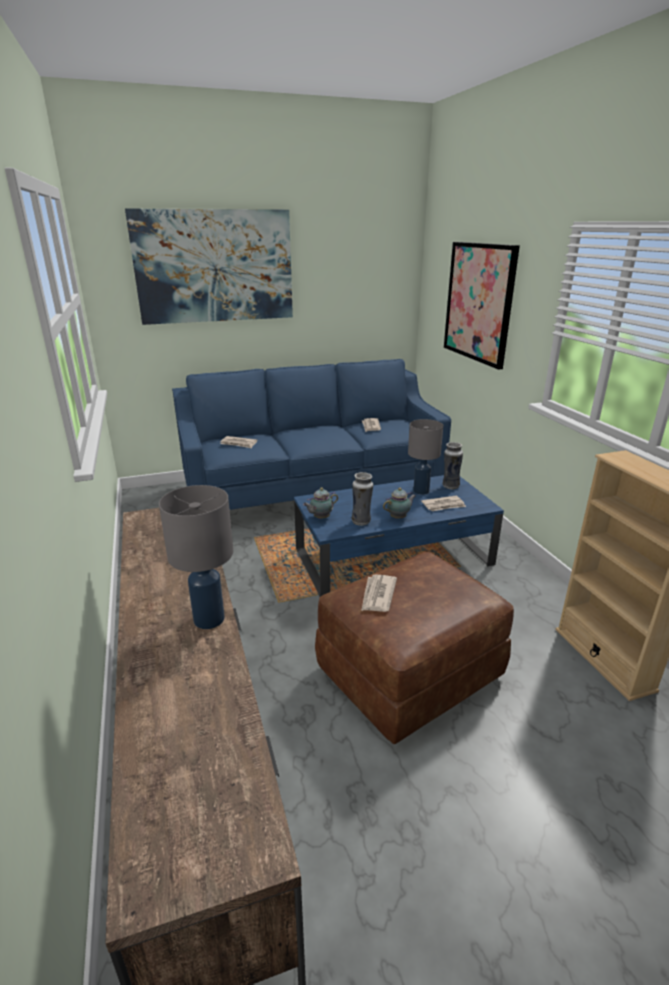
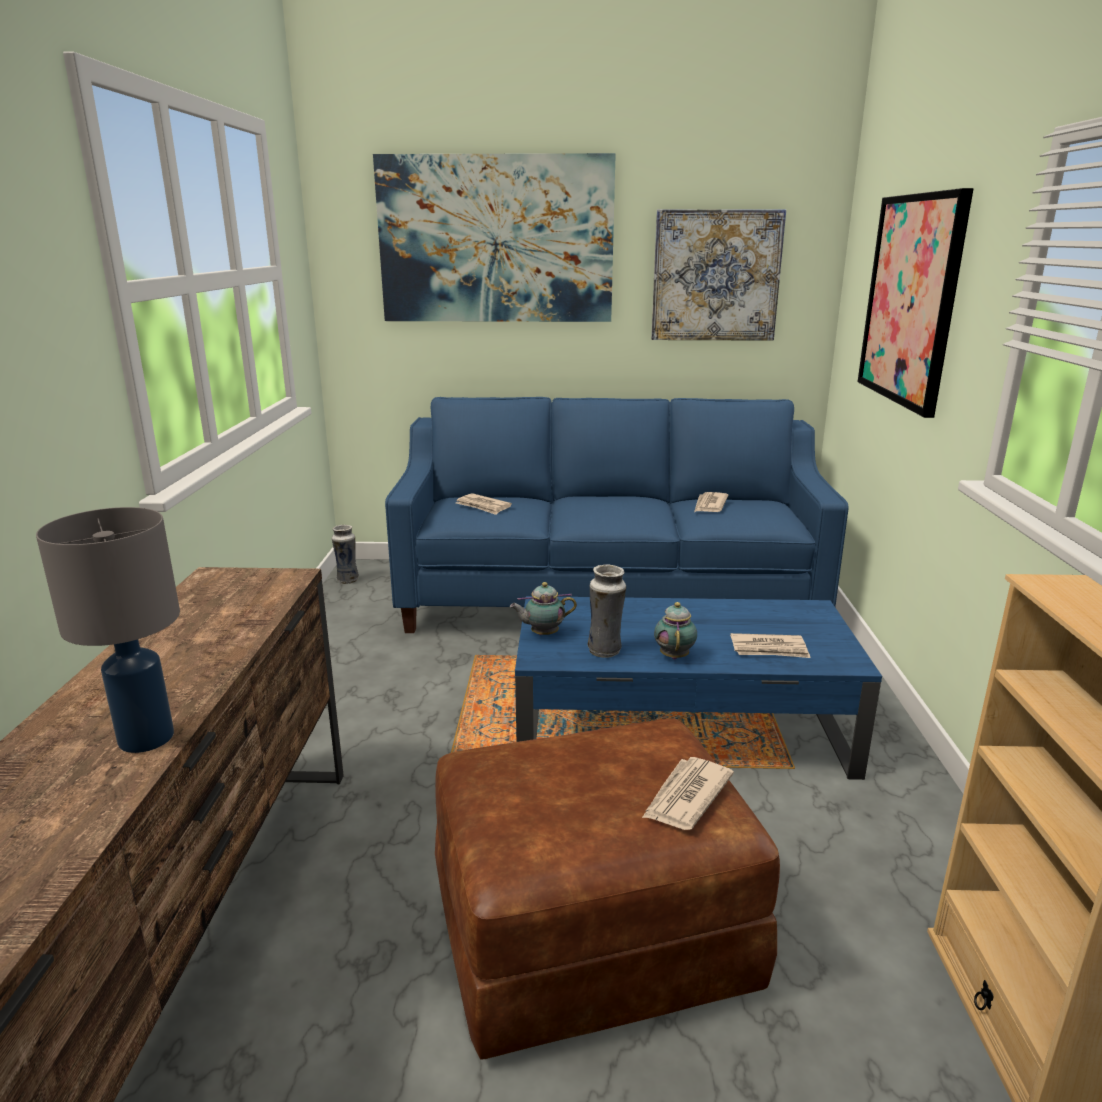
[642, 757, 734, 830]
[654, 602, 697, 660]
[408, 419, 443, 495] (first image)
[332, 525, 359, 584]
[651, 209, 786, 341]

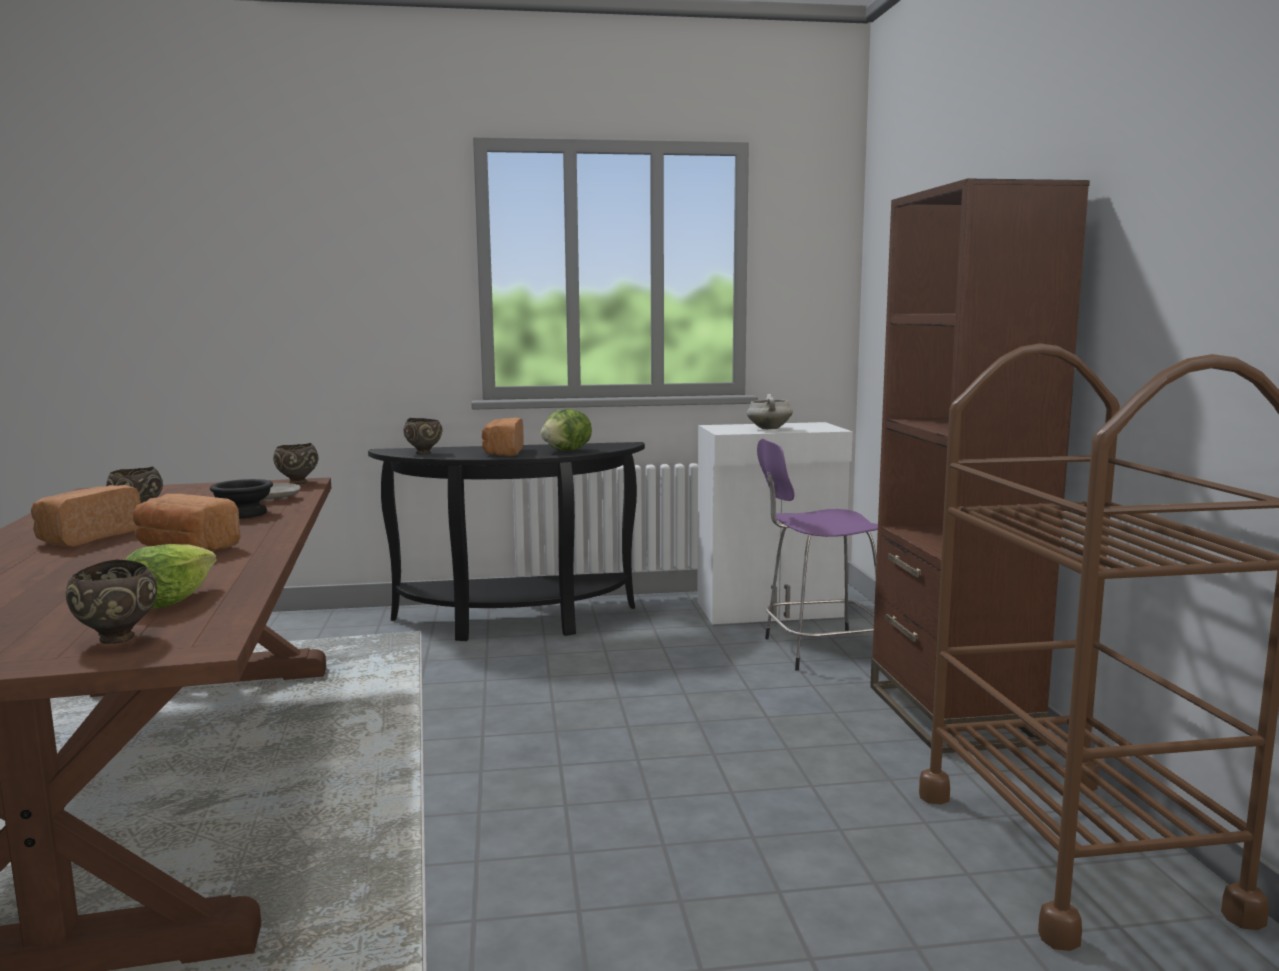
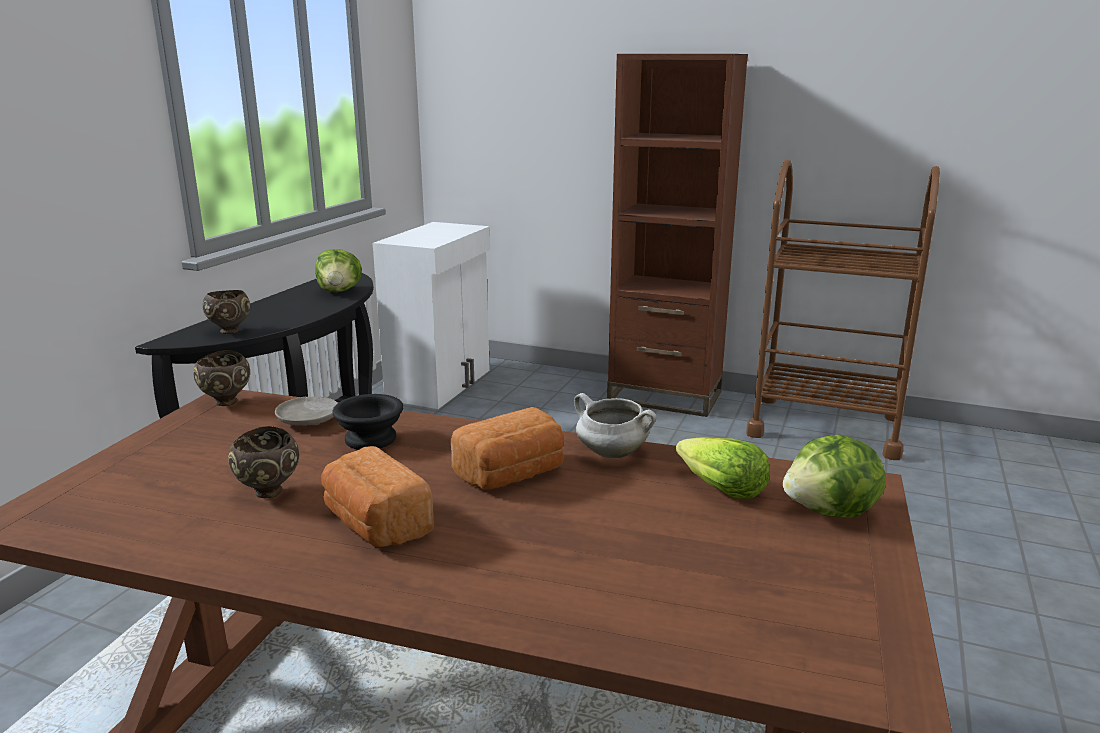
[783, 434, 886, 518]
[482, 417, 523, 456] (first image)
[574, 393, 657, 458]
[757, 439, 878, 671] (first image)

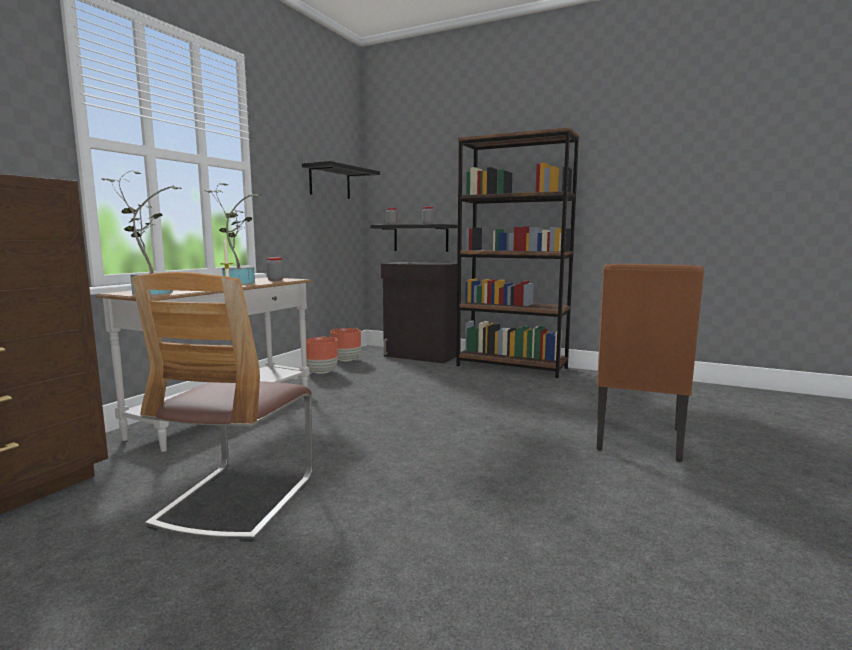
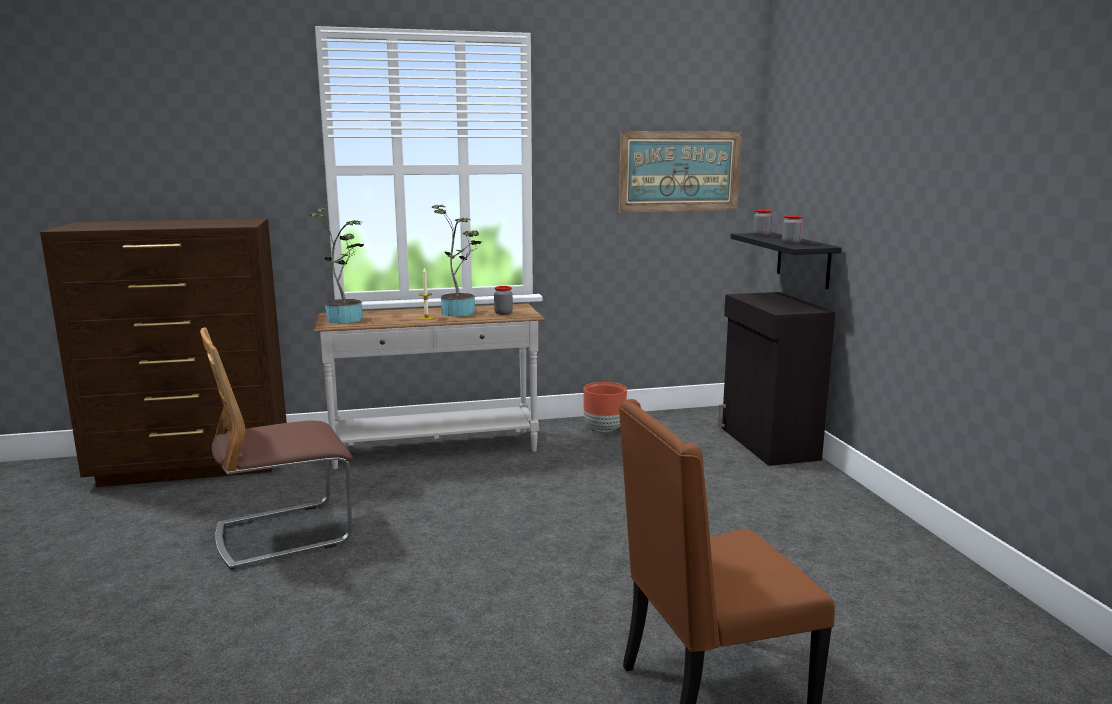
[619, 131, 742, 212]
[330, 328, 361, 361] (first image)
[456, 127, 580, 378] (first image)

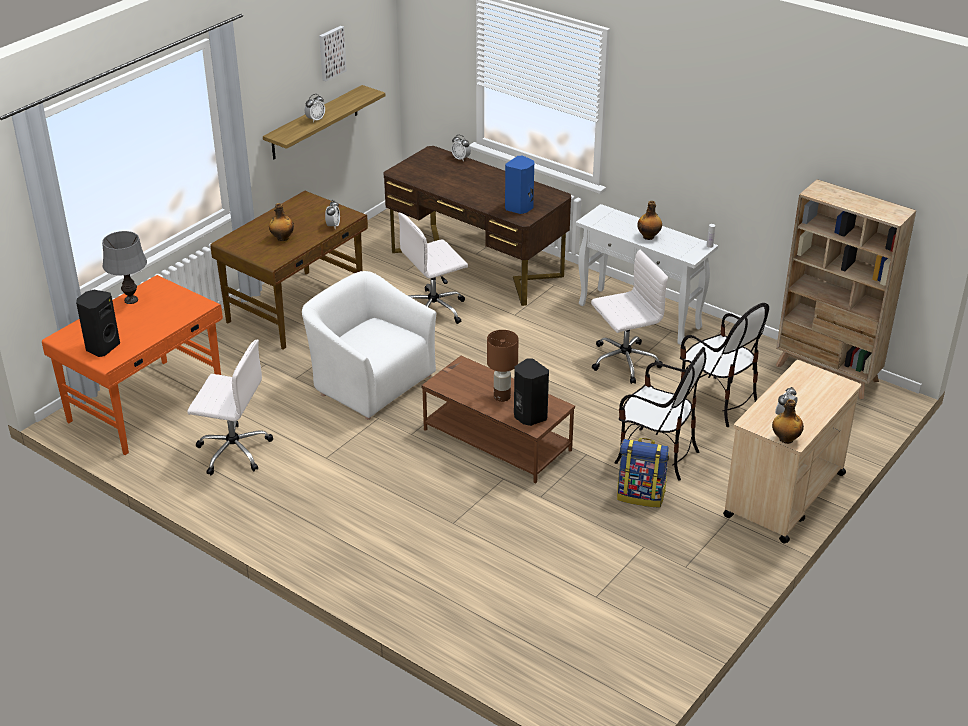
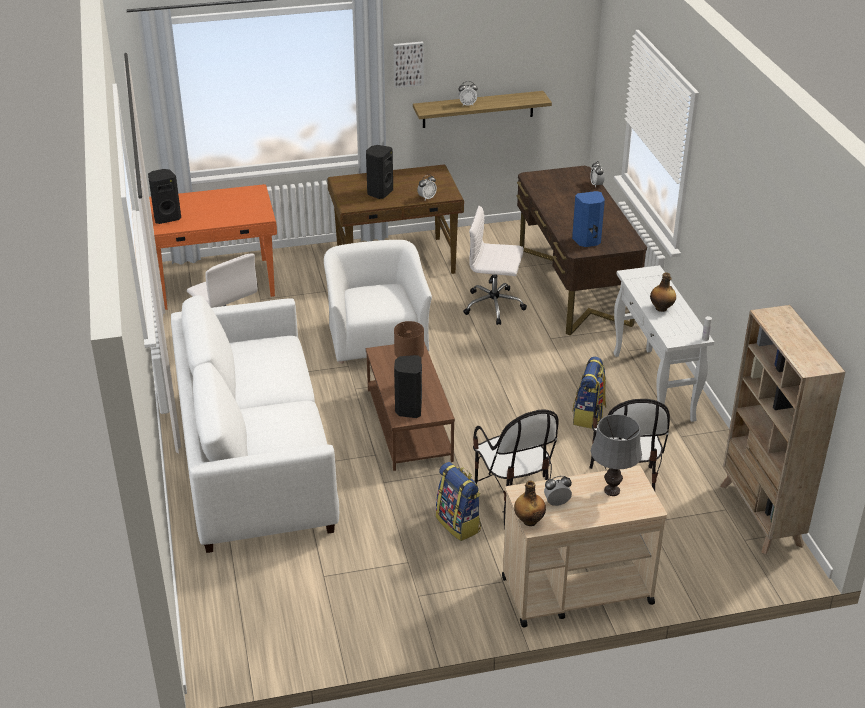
[591, 414, 642, 496]
[366, 145, 393, 199]
[393, 41, 424, 88]
[572, 356, 606, 428]
[171, 295, 339, 553]

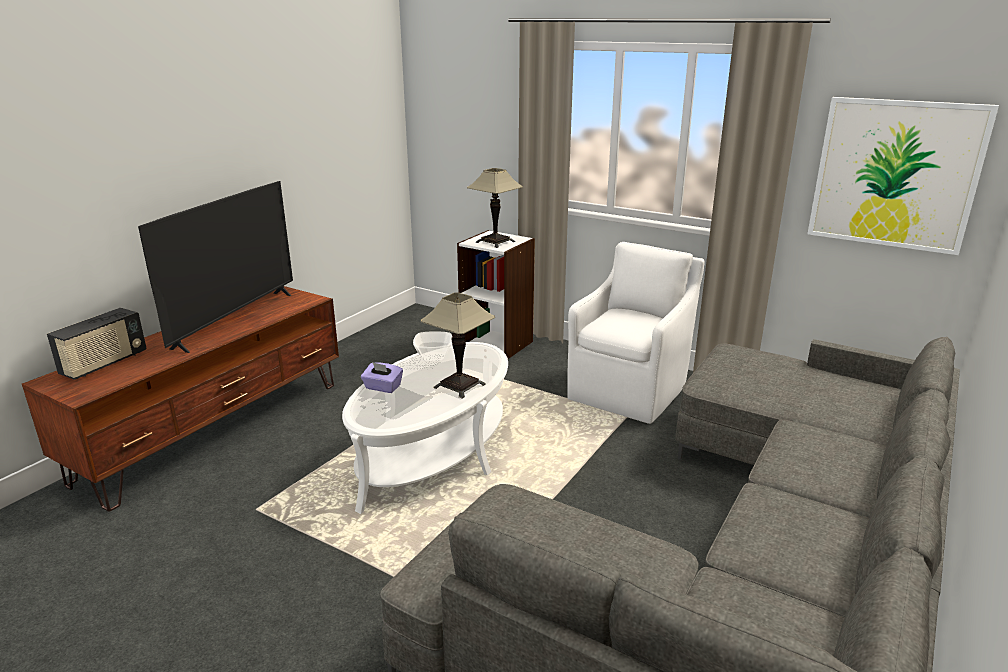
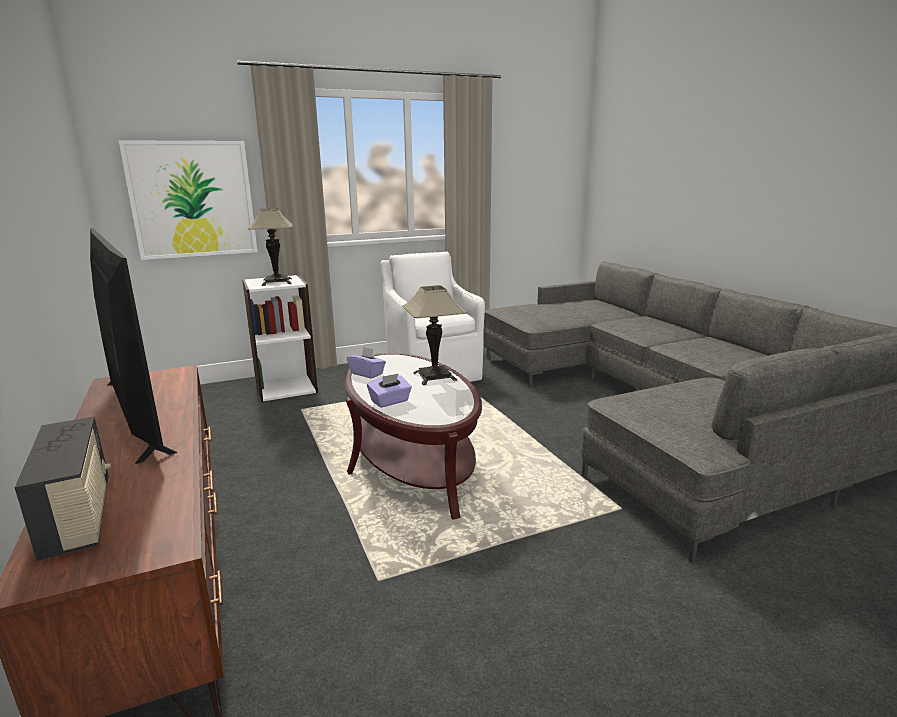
[344, 353, 482, 520]
[347, 346, 386, 379]
[119, 140, 258, 260]

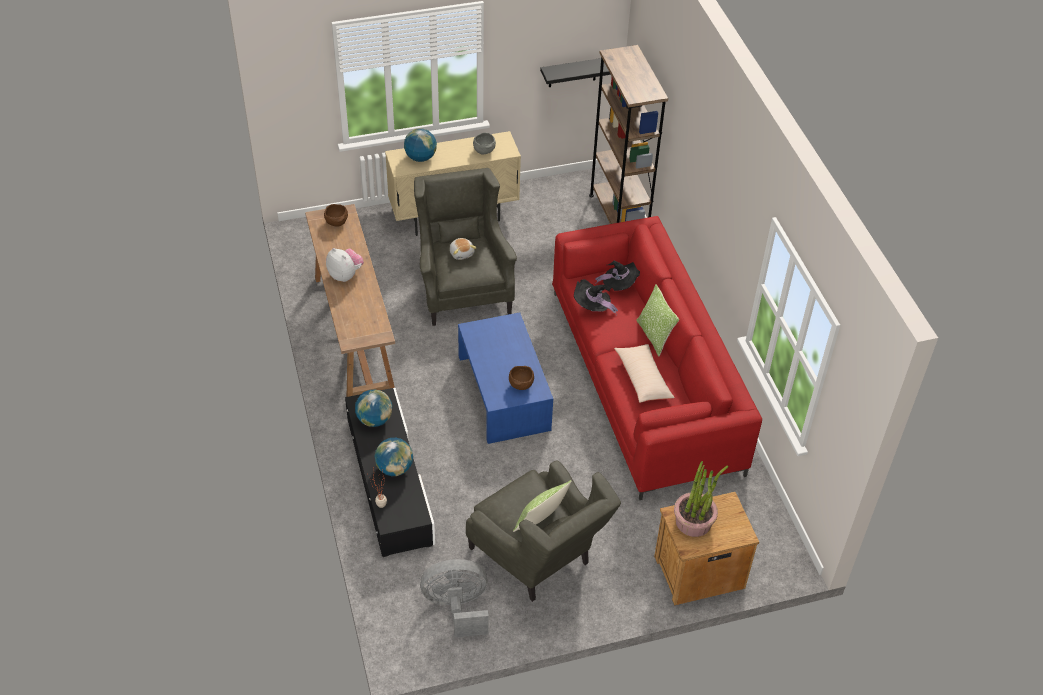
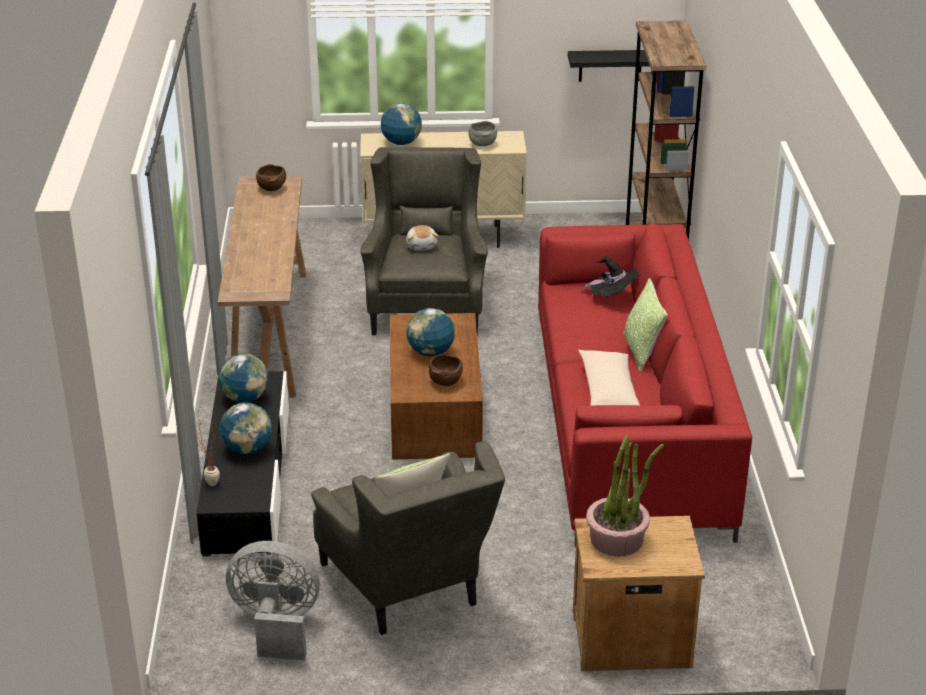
[326, 248, 364, 282] (first image)
[390, 313, 483, 459]
[574, 279, 618, 316] (first image)
[407, 308, 455, 356]

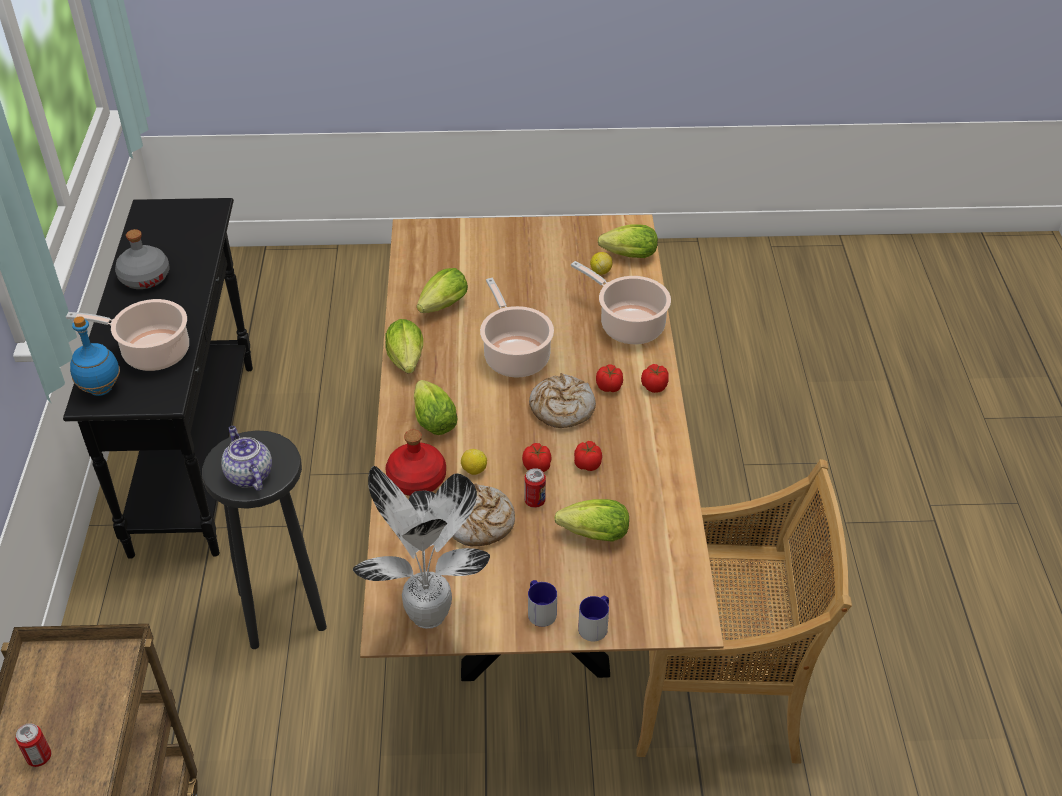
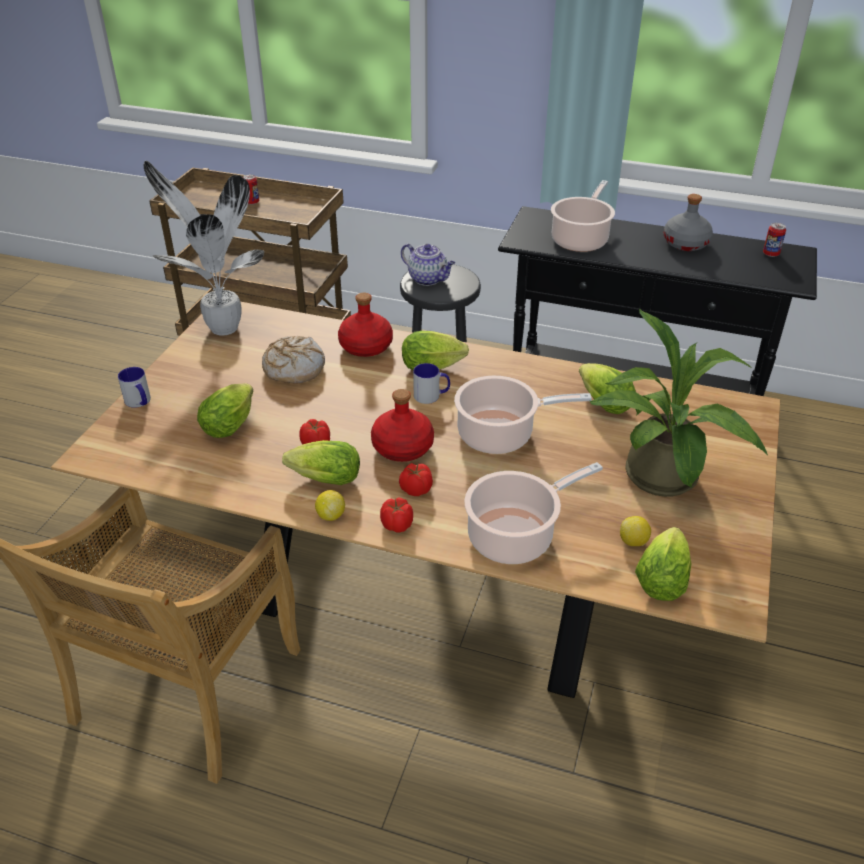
[70, 316, 120, 396] (first image)
[401, 244, 455, 286]
[282, 440, 360, 485]
[315, 490, 345, 521]
[522, 443, 552, 472] (first image)
[763, 223, 786, 257]
[413, 363, 450, 404]
[371, 389, 434, 462]
[590, 308, 768, 497]

